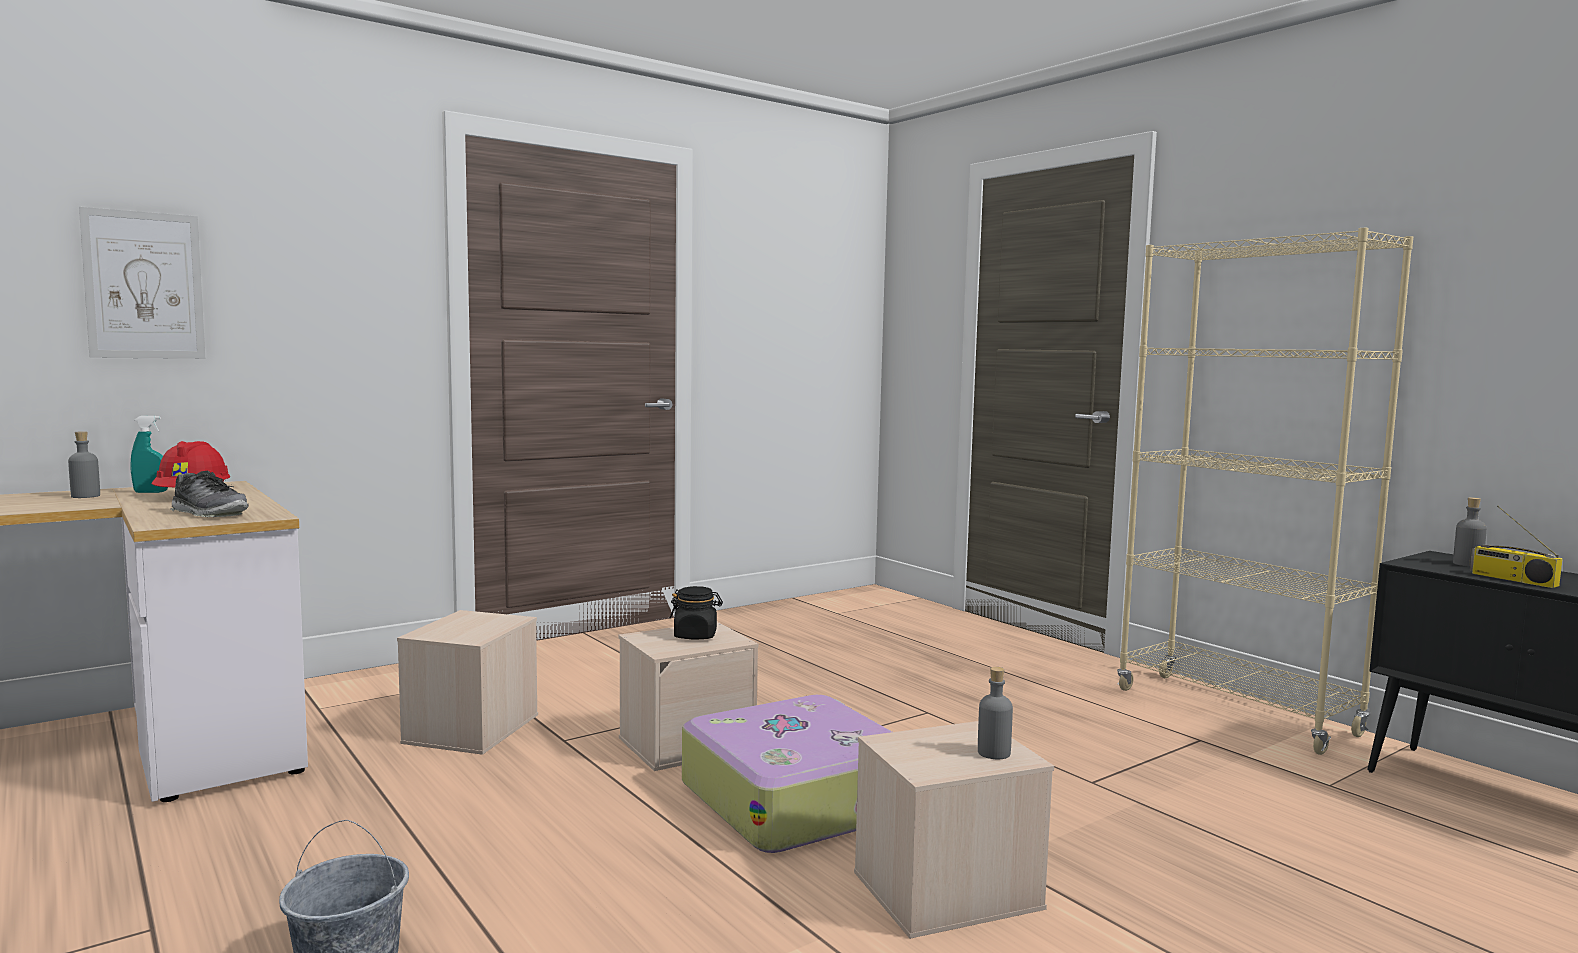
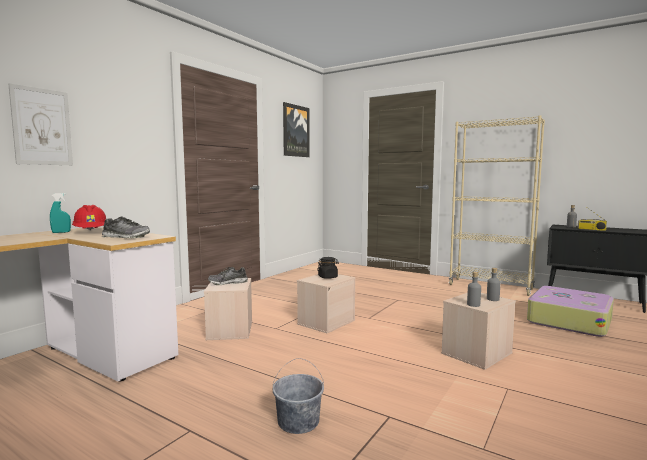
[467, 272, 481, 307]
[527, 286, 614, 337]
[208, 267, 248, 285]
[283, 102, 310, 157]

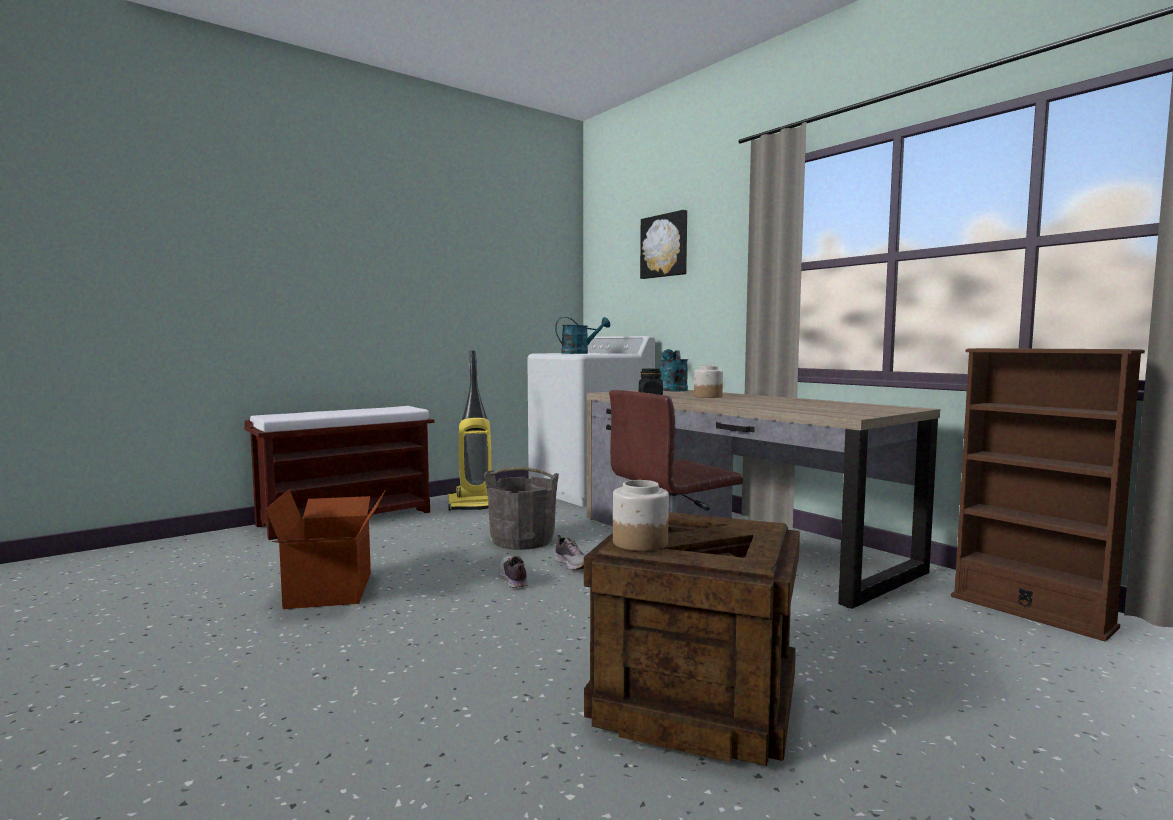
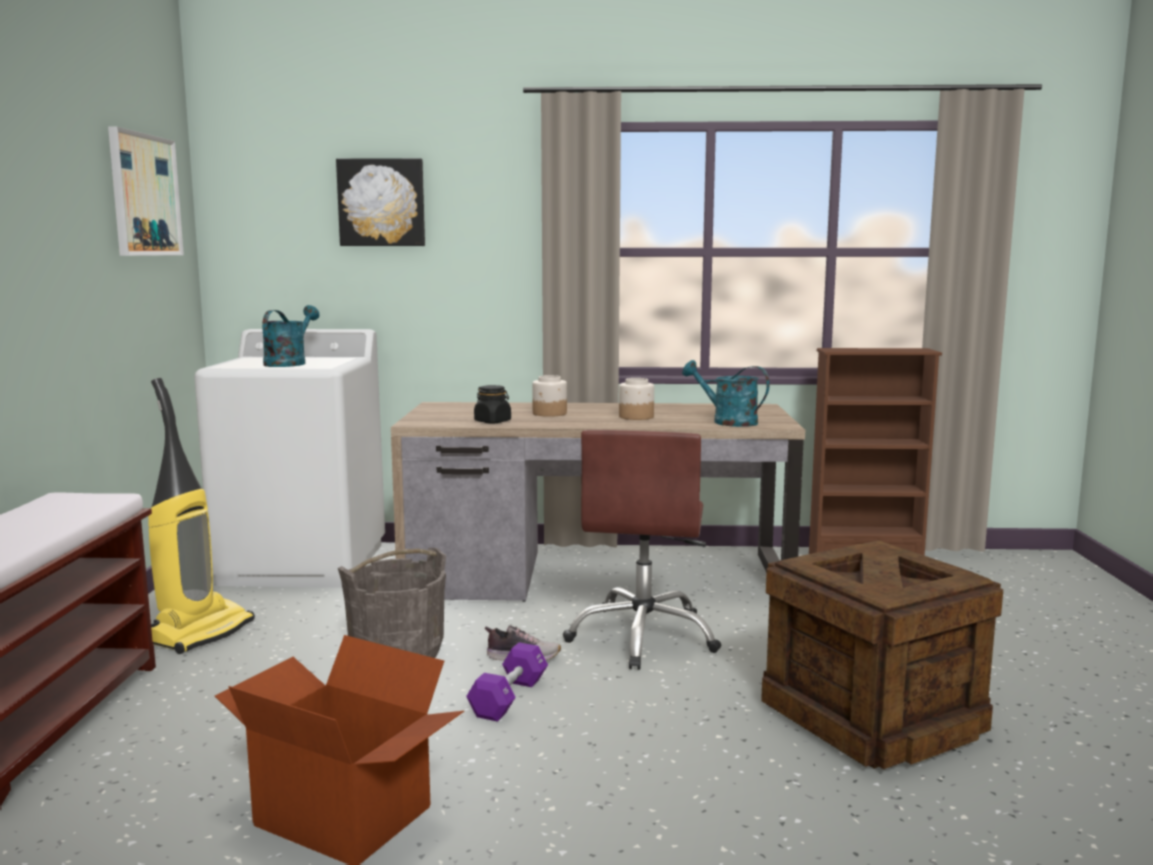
[466, 642, 548, 722]
[619, 378, 654, 420]
[682, 360, 770, 427]
[108, 126, 184, 256]

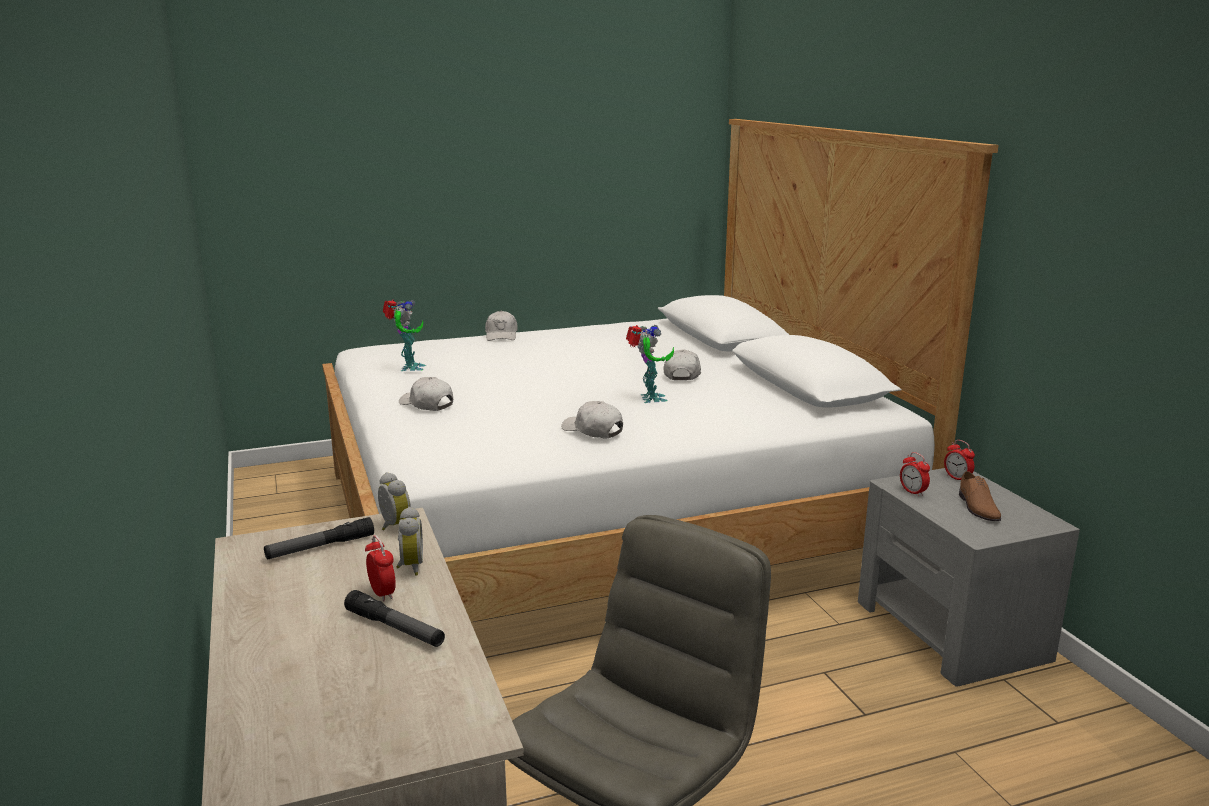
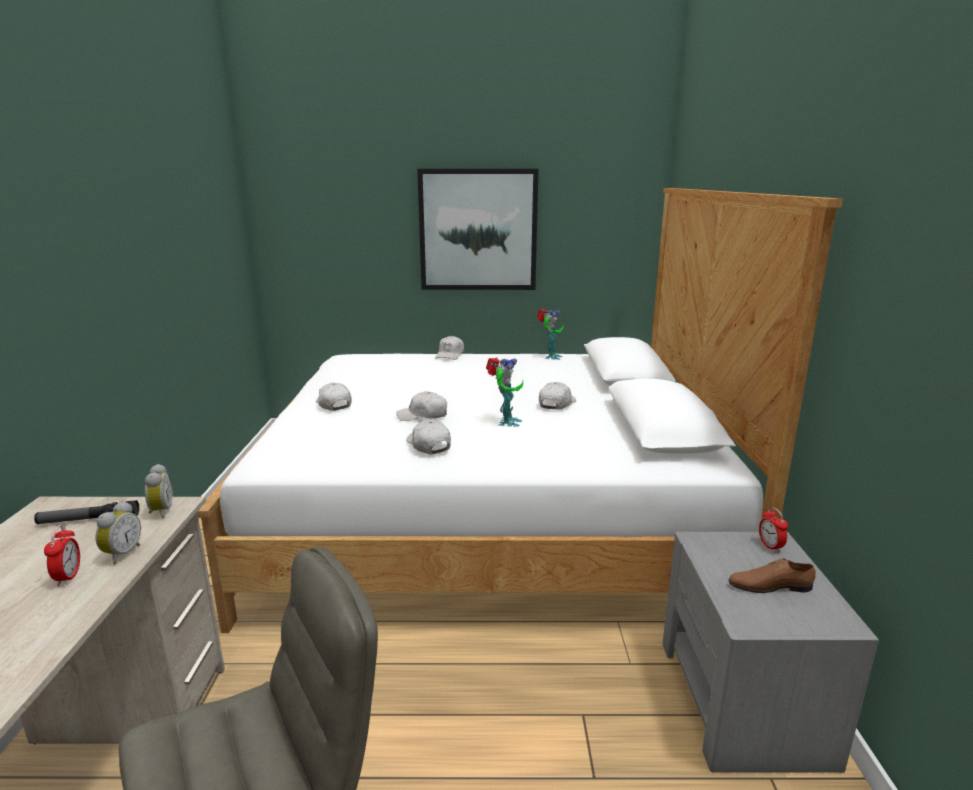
[344, 590, 445, 647] (first image)
[537, 309, 564, 360]
[900, 452, 930, 497] (first image)
[729, 558, 816, 593]
[396, 392, 447, 421]
[417, 169, 539, 290]

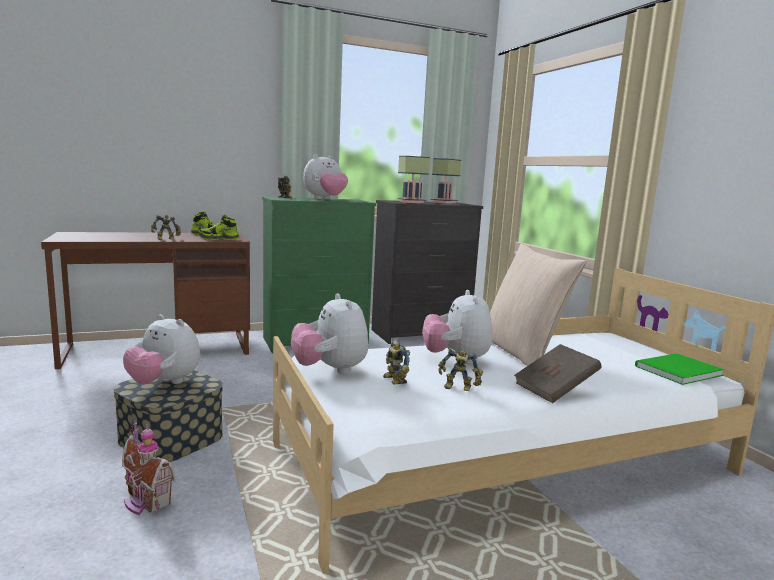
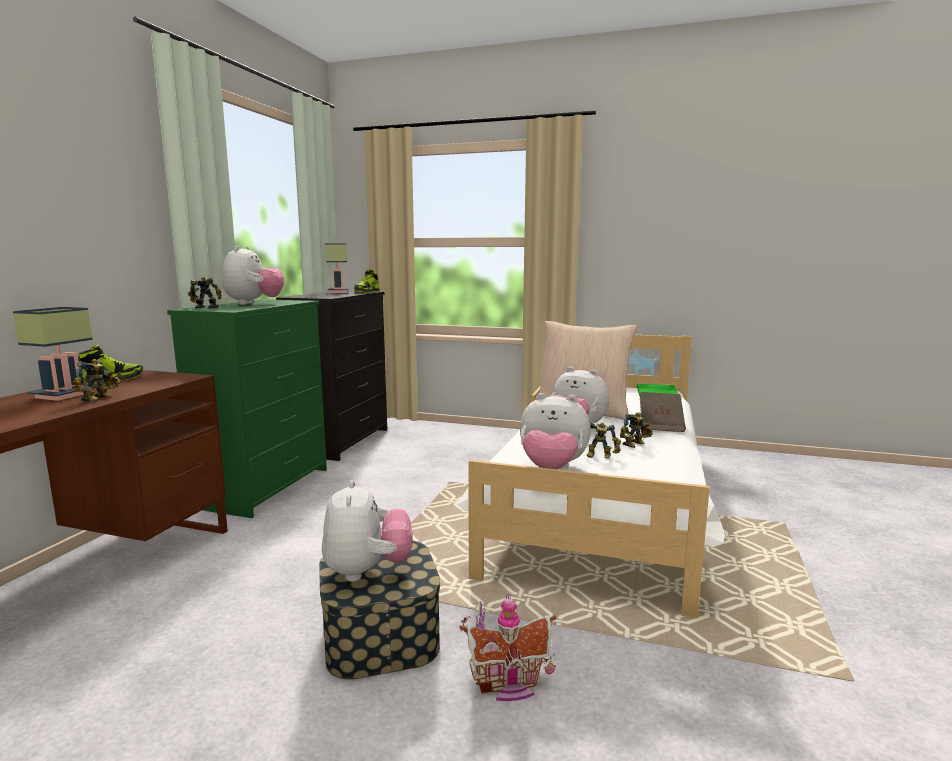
[322, 480, 413, 582]
[354, 269, 380, 293]
[13, 307, 97, 401]

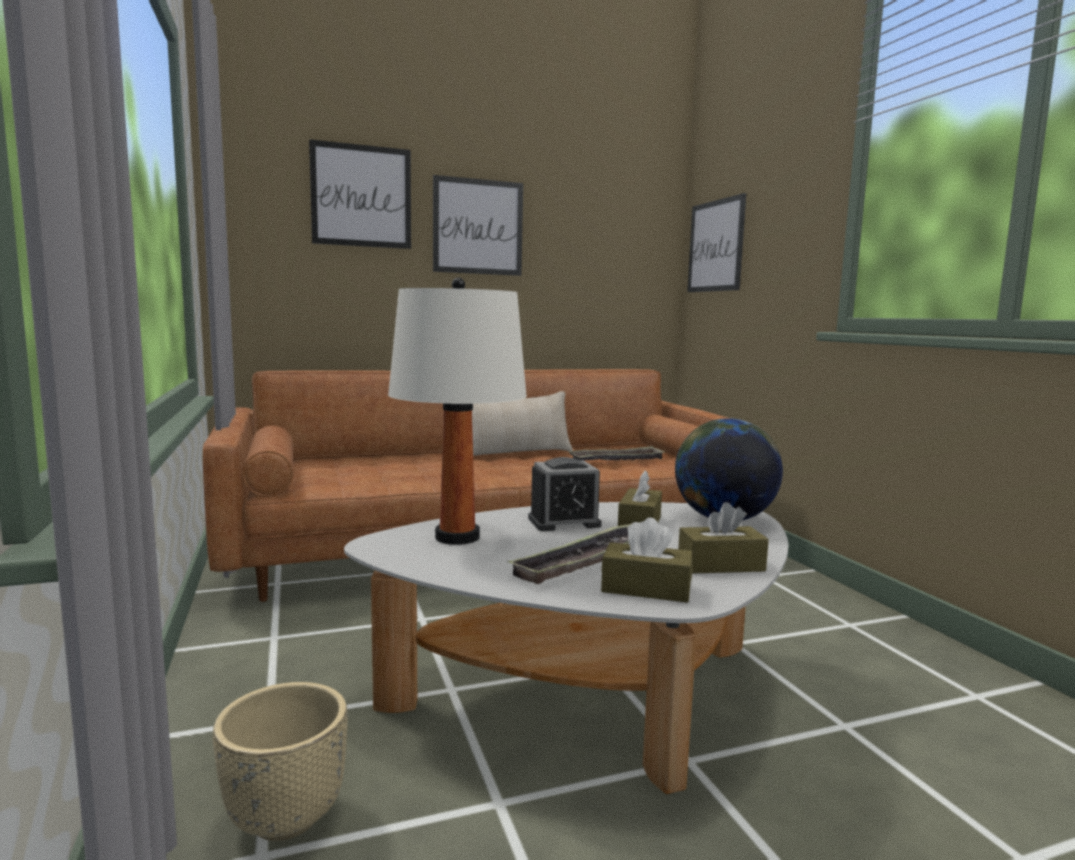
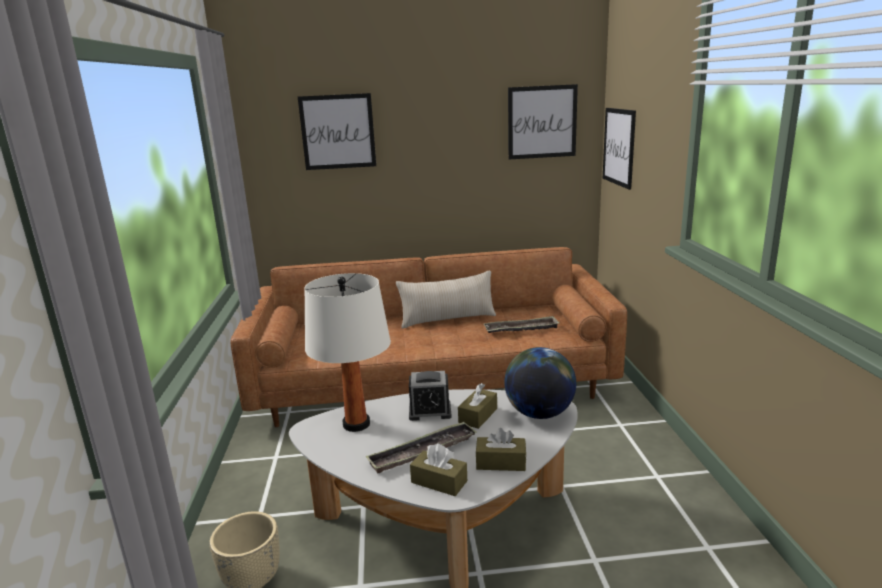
[508, 84, 578, 159]

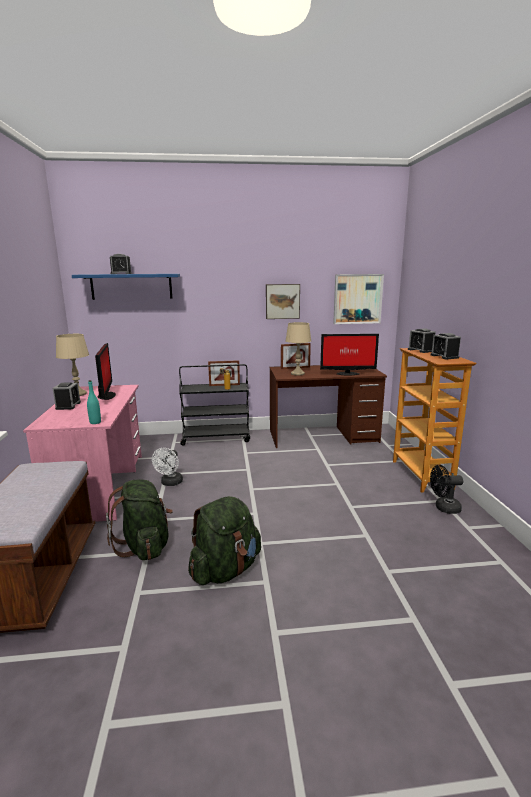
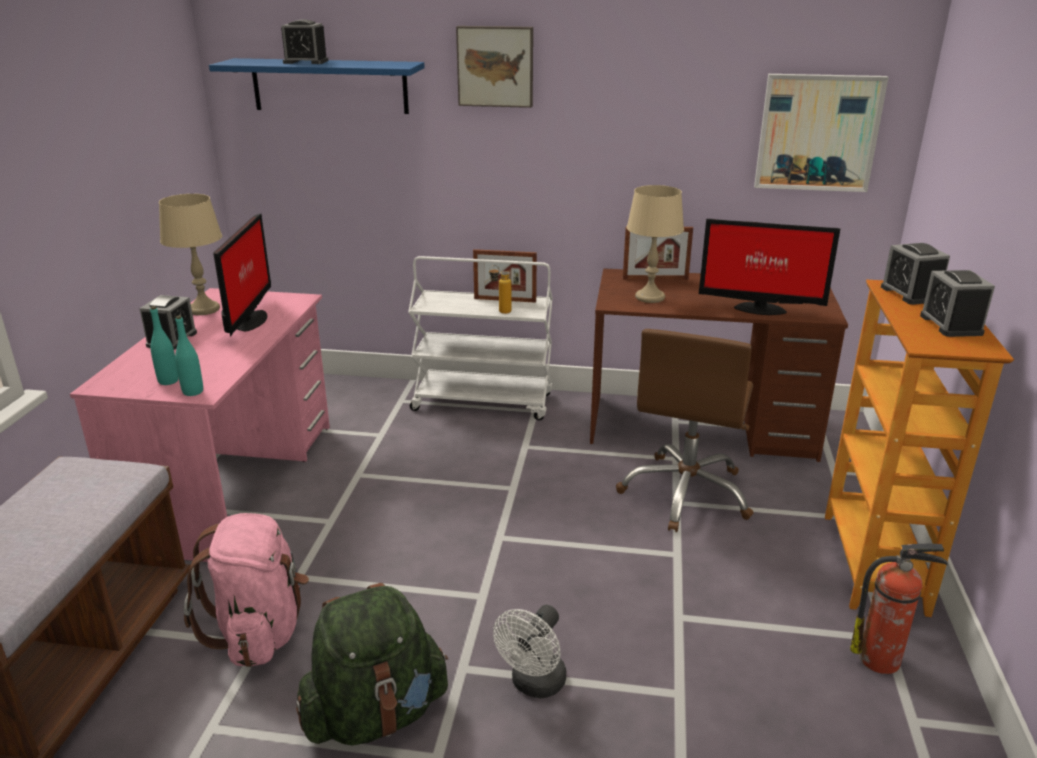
[184, 513, 309, 667]
[493, 605, 566, 698]
[408, 256, 553, 420]
[456, 26, 533, 108]
[850, 544, 948, 674]
[150, 306, 179, 385]
[616, 329, 754, 532]

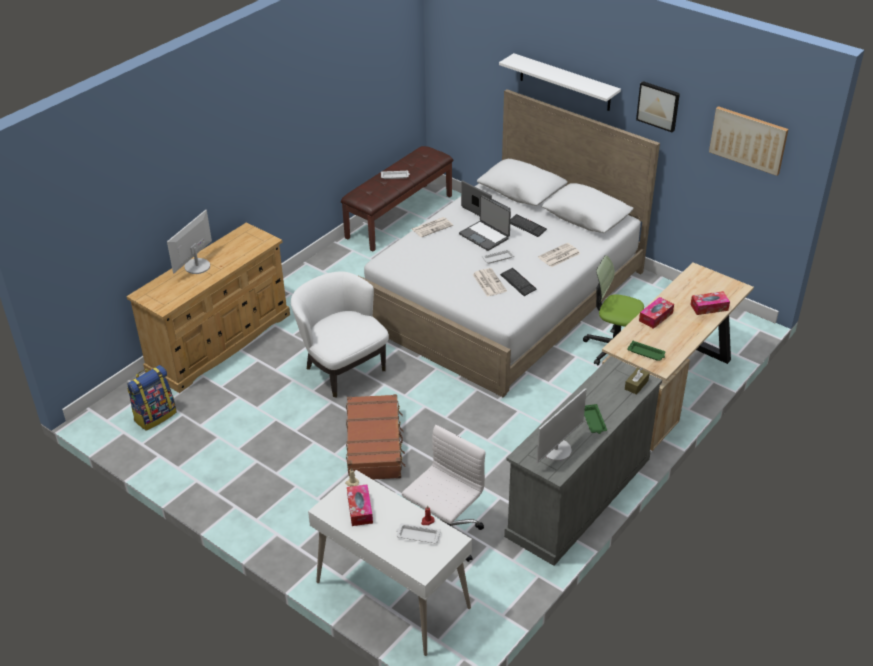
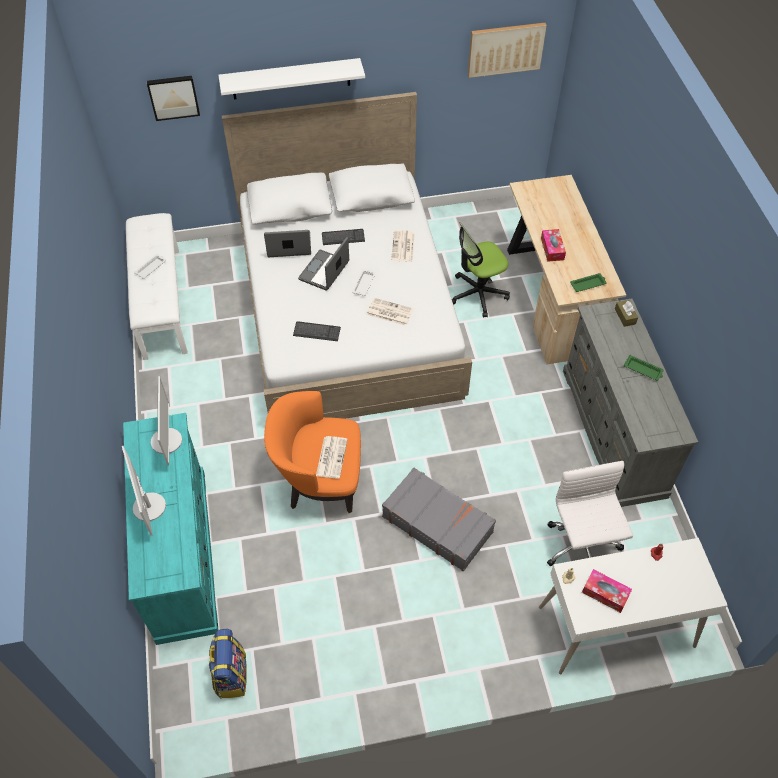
[123, 413, 218, 645]
[264, 391, 361, 513]
[126, 213, 188, 360]
[382, 468, 496, 572]
[396, 523, 441, 544] (first image)
[316, 436, 348, 479]
[298, 237, 349, 291]
[293, 321, 341, 341]
[151, 376, 182, 465]
[147, 76, 200, 121]
[690, 291, 730, 315] (first image)

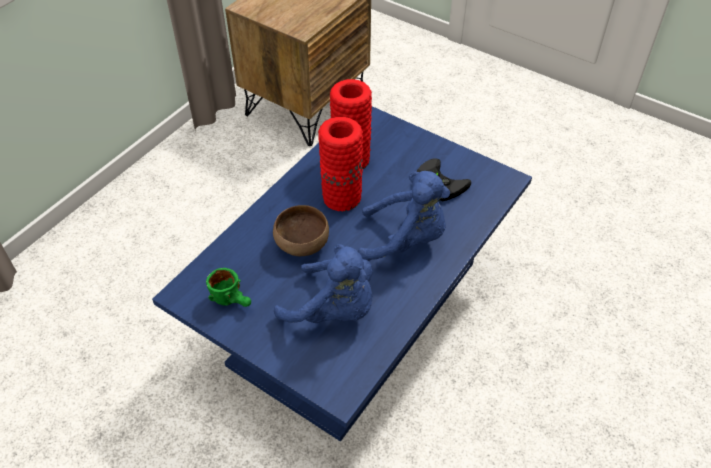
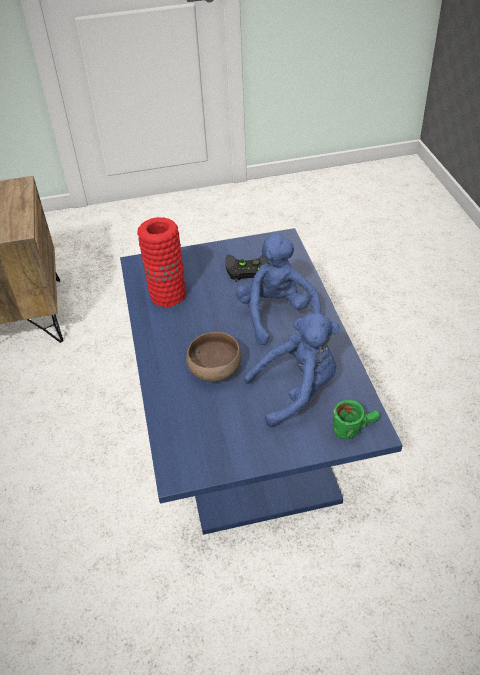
[333, 400, 380, 439]
[318, 117, 363, 211] (first image)
[236, 234, 321, 345]

